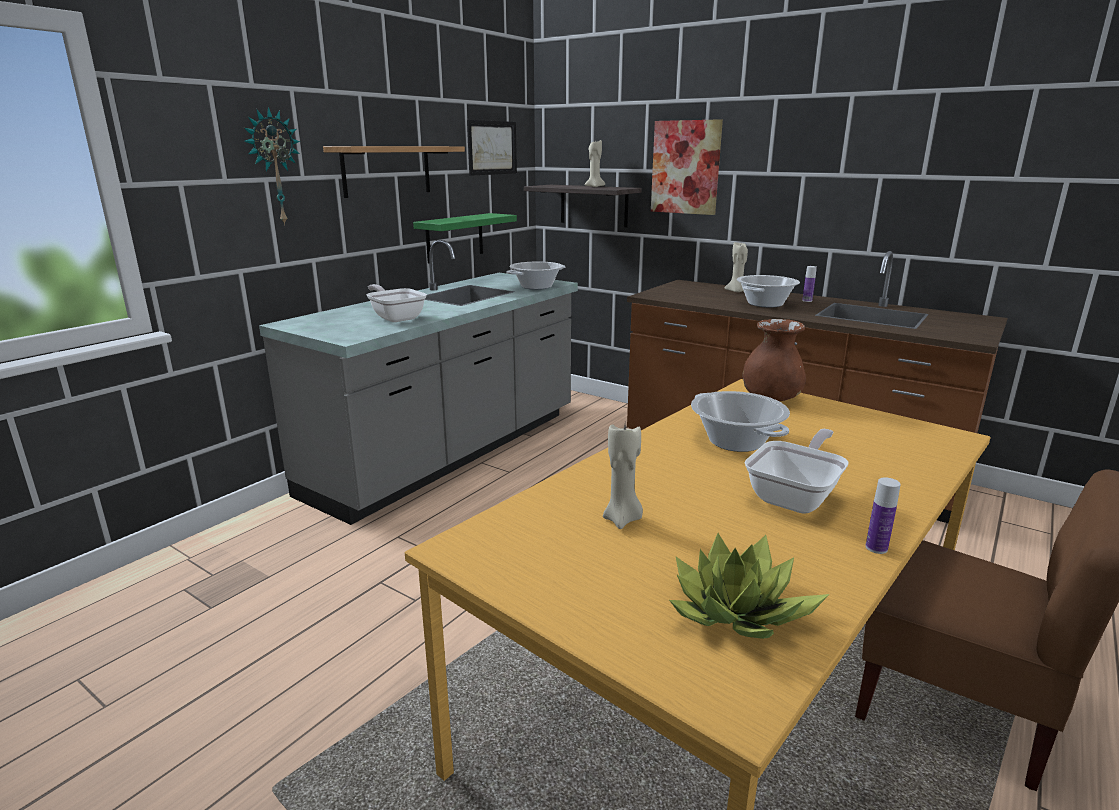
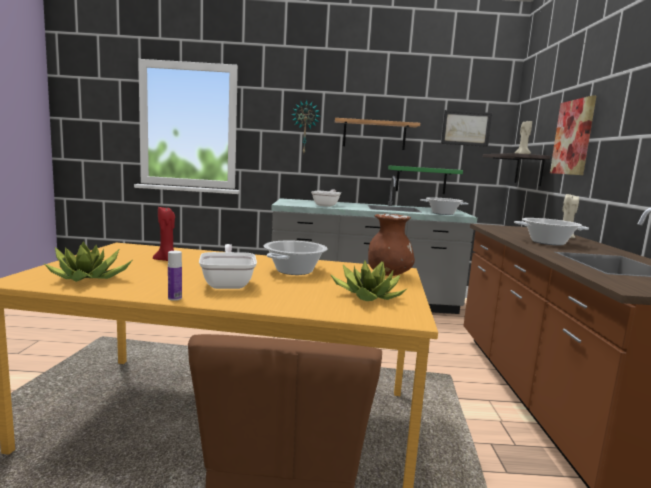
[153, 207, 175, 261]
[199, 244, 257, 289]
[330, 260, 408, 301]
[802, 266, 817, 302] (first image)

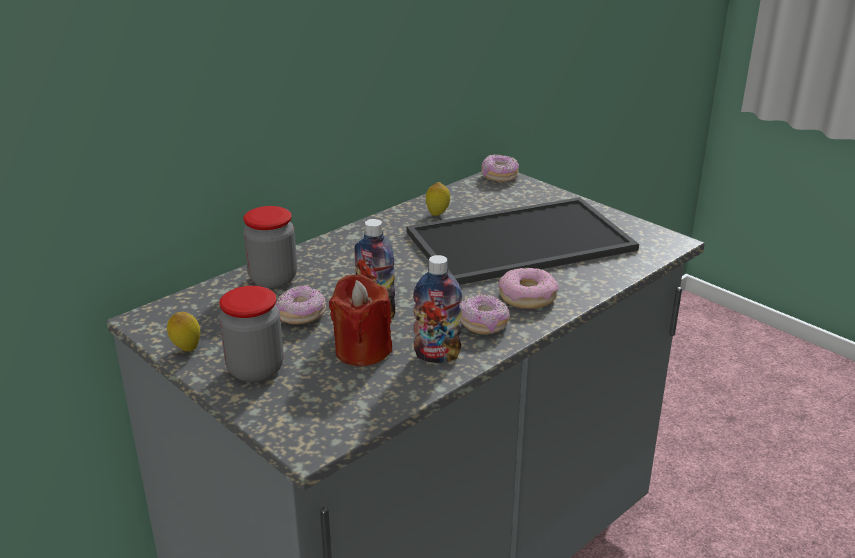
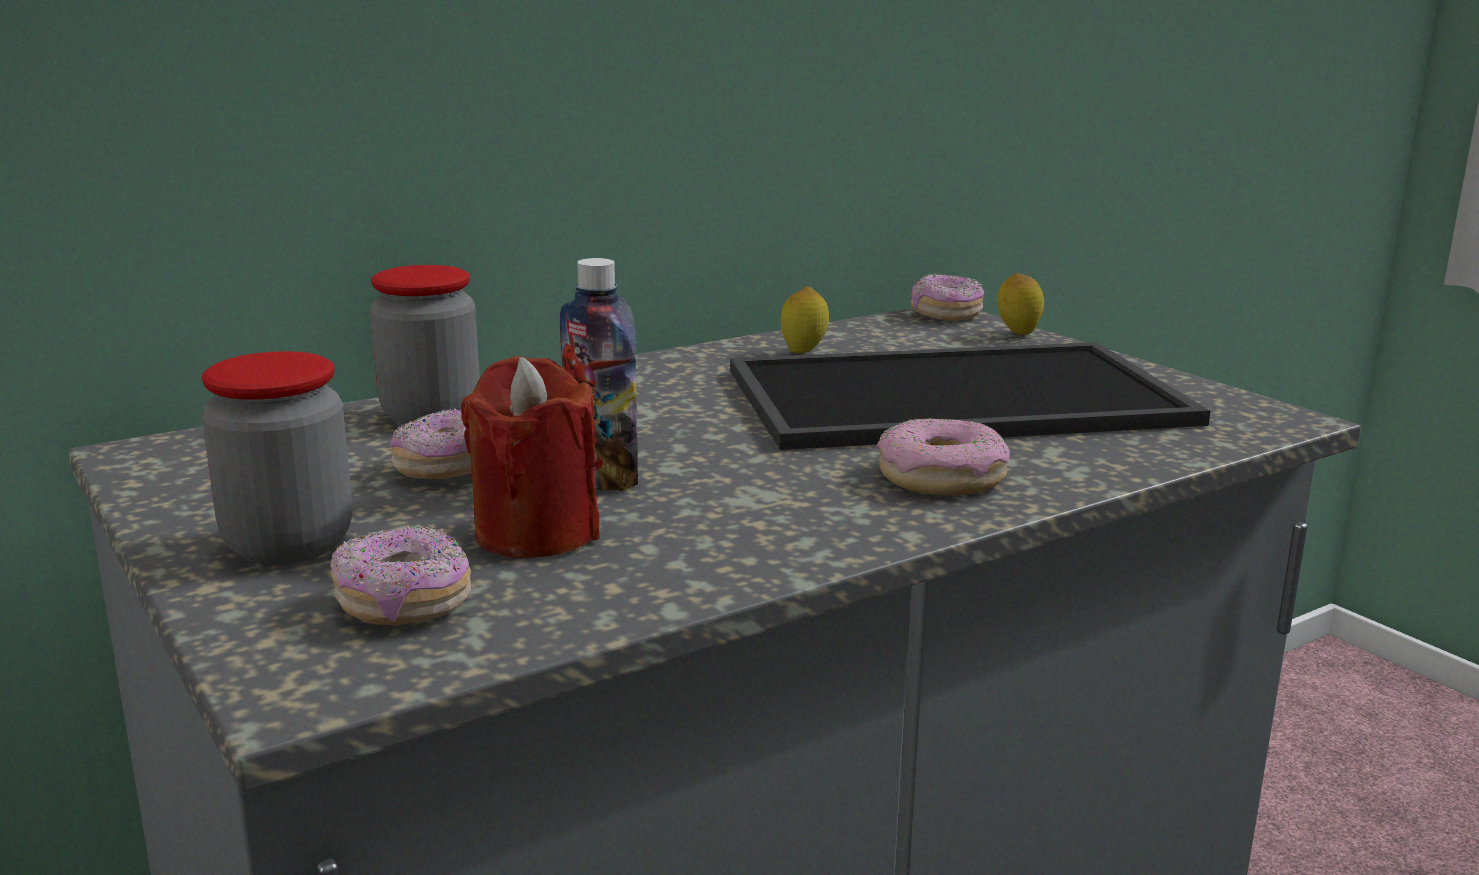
[330, 525, 471, 625]
[997, 273, 1044, 335]
[413, 255, 462, 363] (first image)

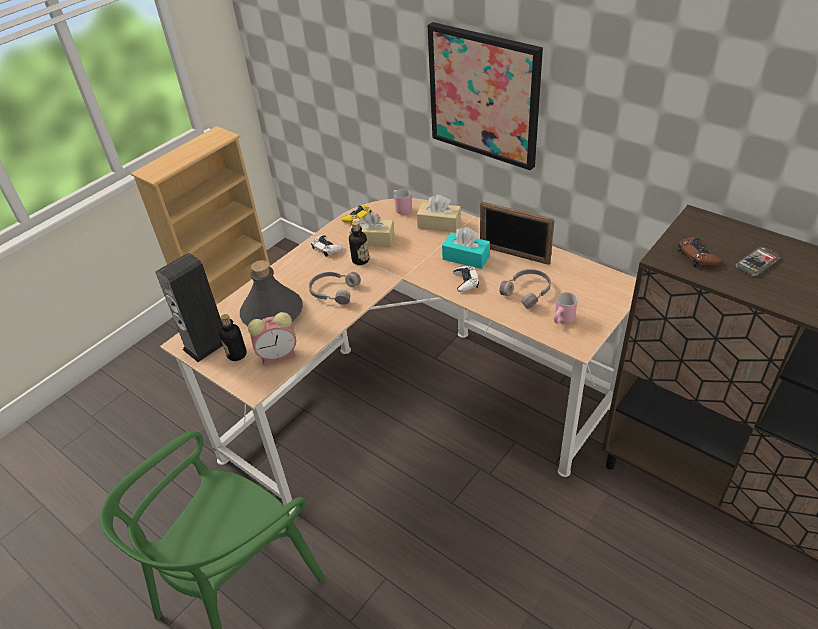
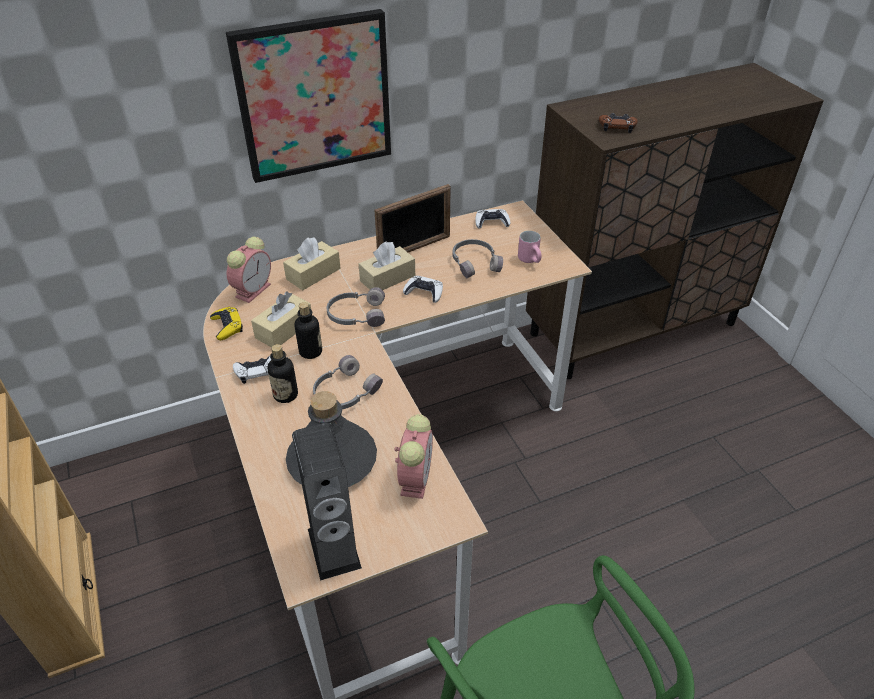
[227, 237, 271, 303]
[268, 344, 298, 403]
[326, 287, 385, 327]
[359, 242, 415, 290]
[475, 209, 510, 229]
[735, 247, 779, 276] (first image)

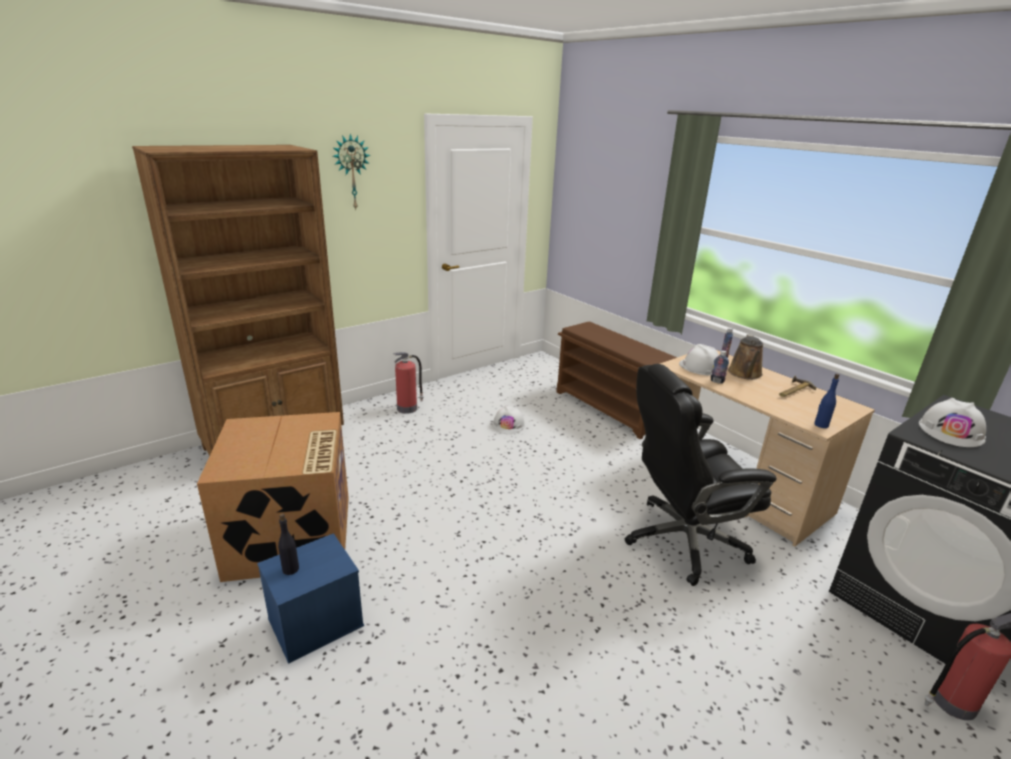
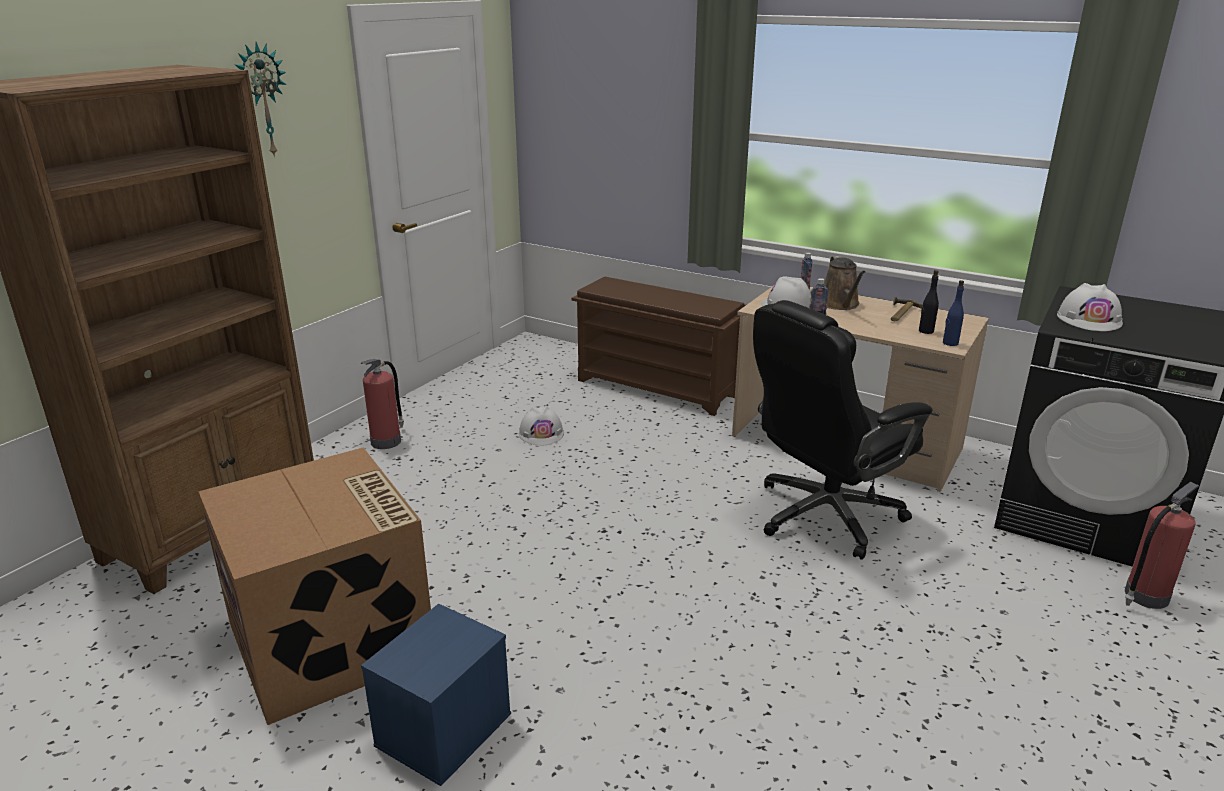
[919, 270, 939, 334]

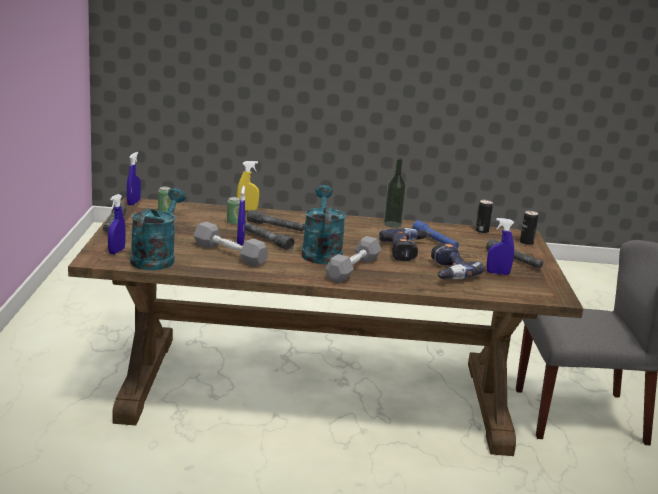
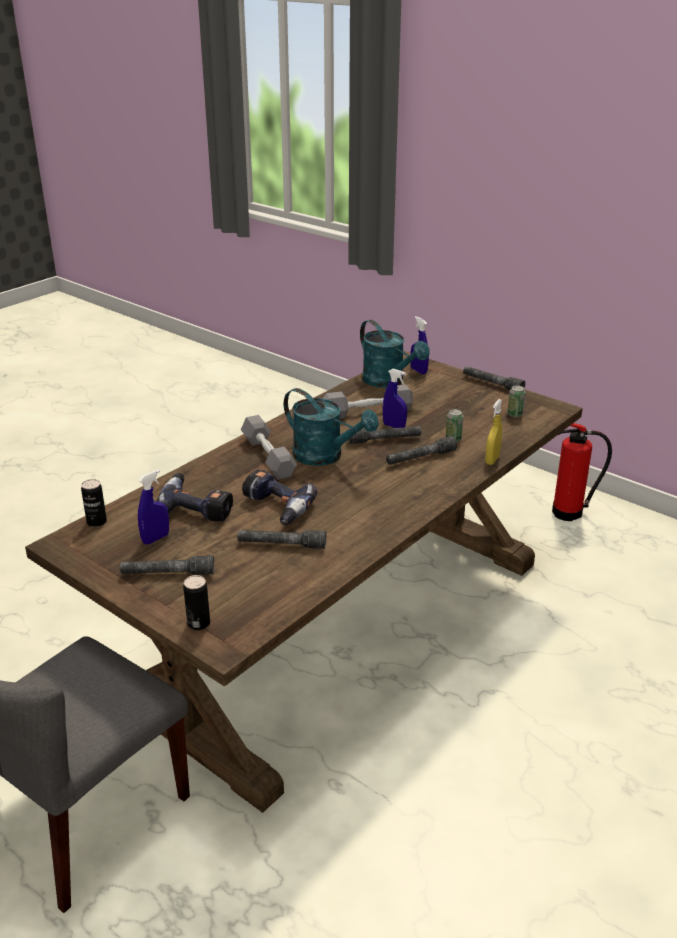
[81, 479, 107, 527]
[237, 530, 326, 549]
[552, 423, 612, 521]
[127, 152, 141, 205] (first image)
[384, 158, 406, 228] (first image)

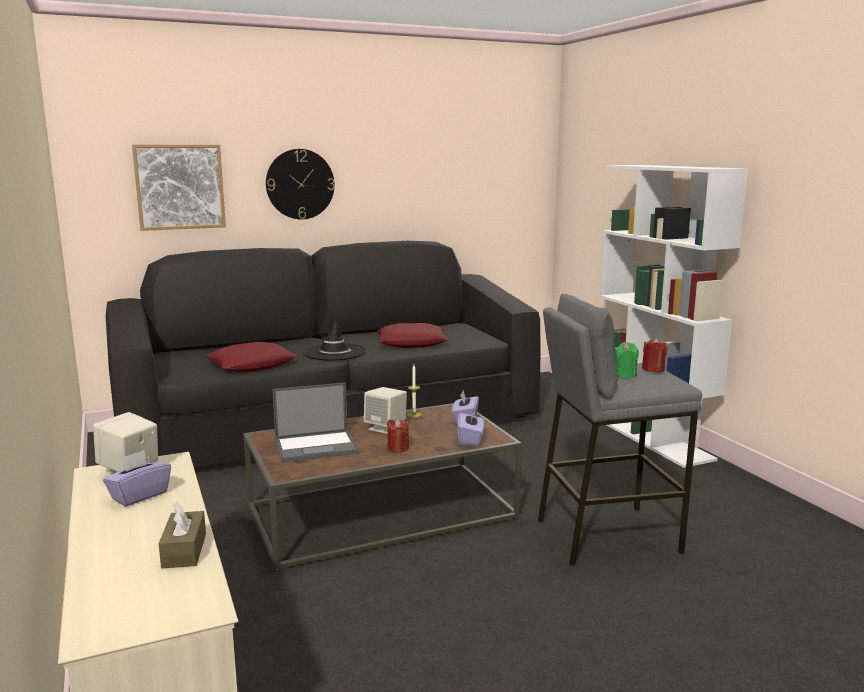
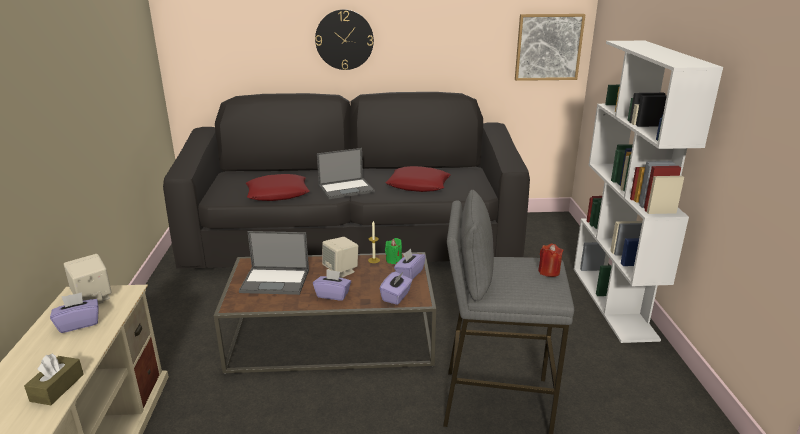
[313, 270, 351, 301]
[317, 148, 375, 199]
[385, 238, 402, 264]
[515, 14, 586, 81]

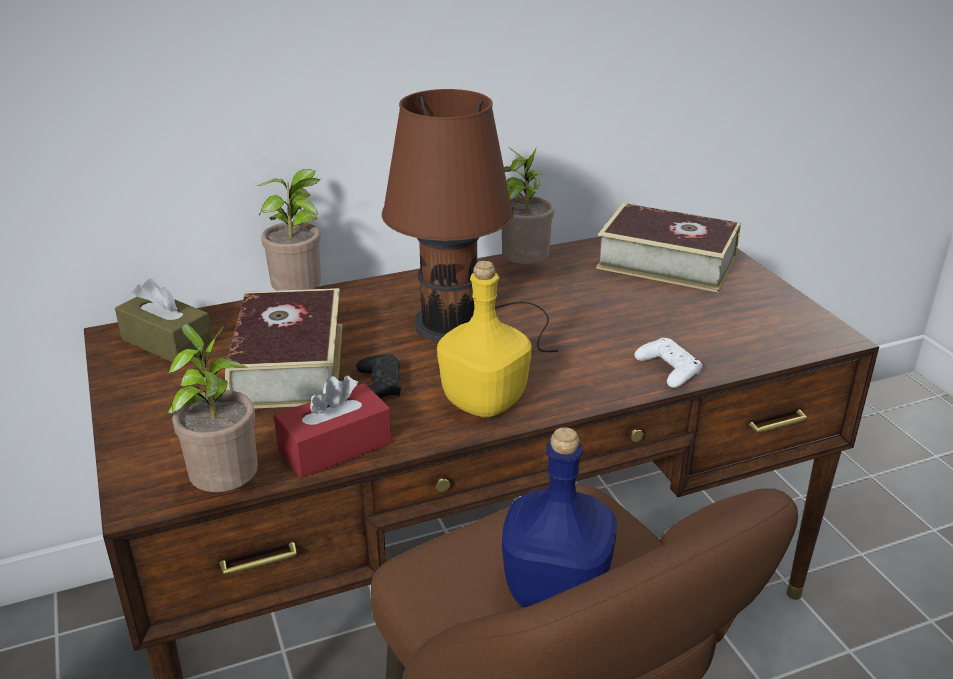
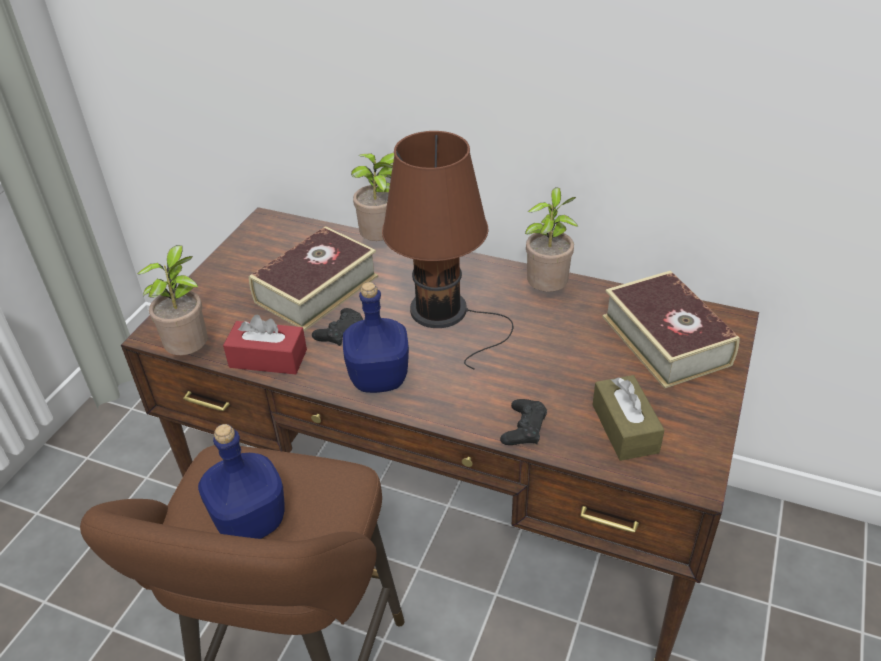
[343, 282, 409, 393]
[500, 399, 547, 445]
[593, 375, 664, 461]

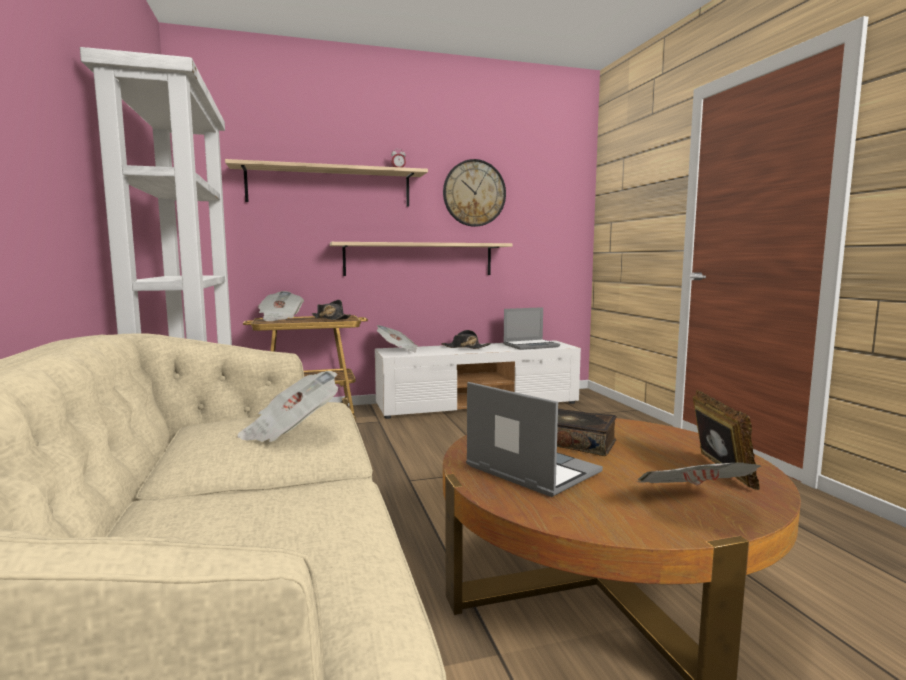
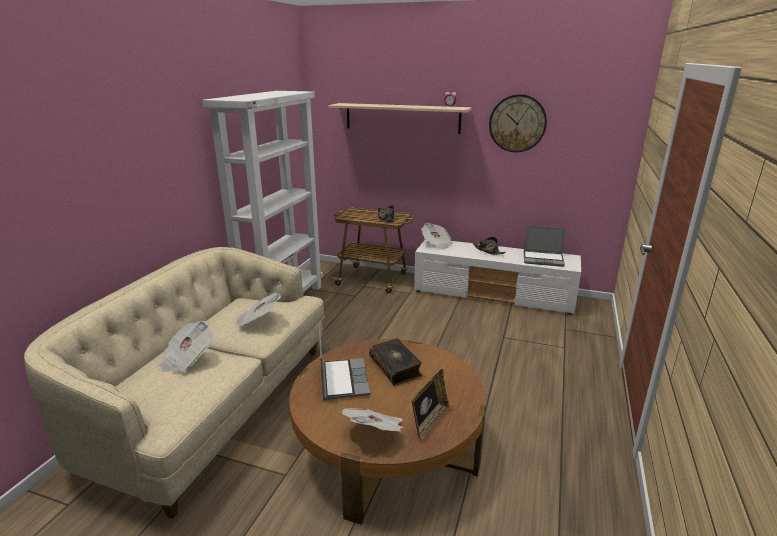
[157, 321, 213, 373]
[330, 242, 513, 276] (first image)

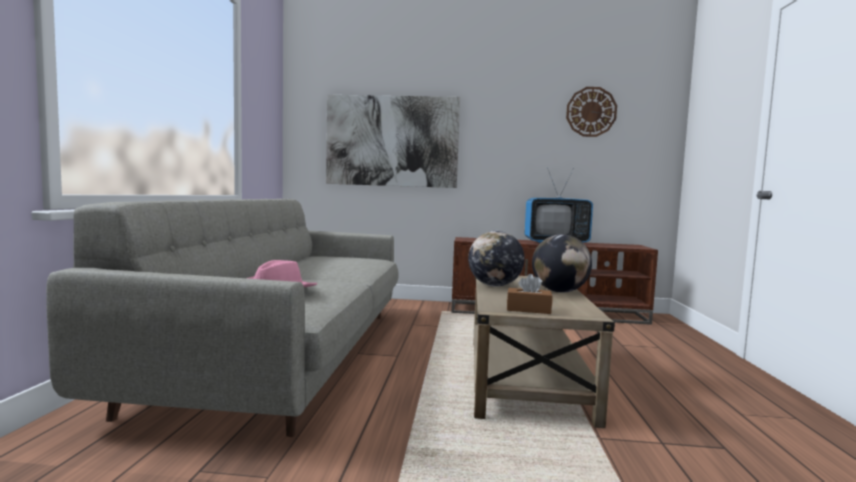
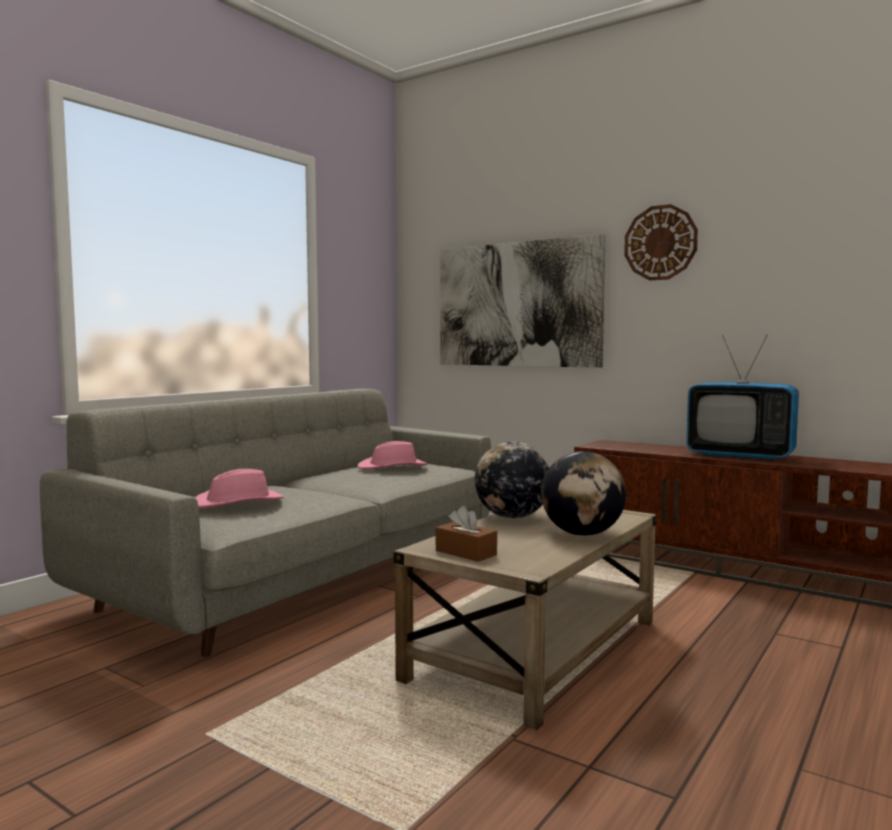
[358, 441, 428, 469]
[624, 204, 698, 281]

